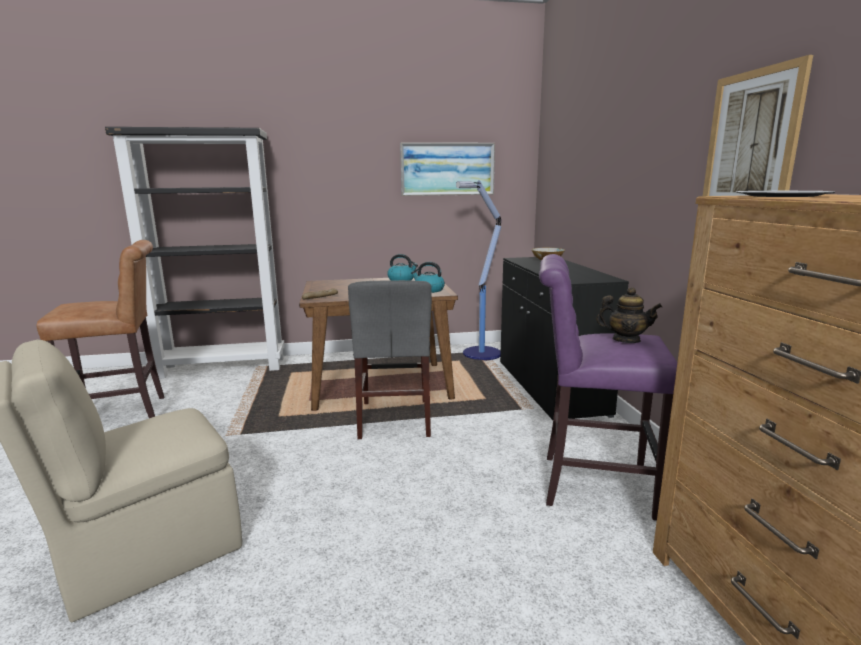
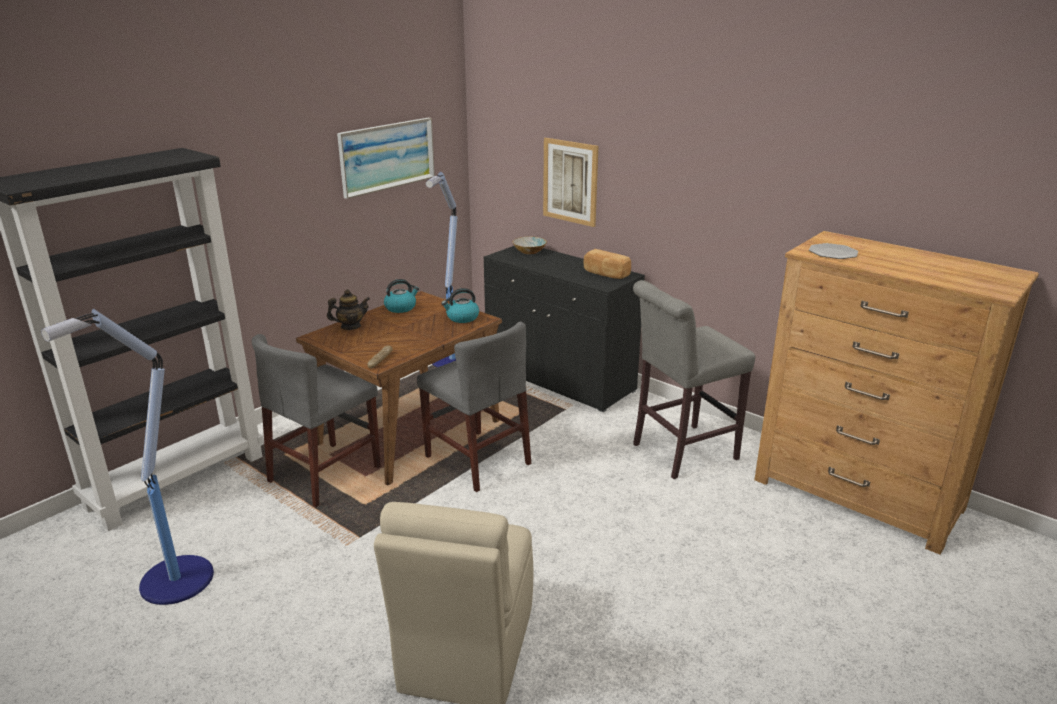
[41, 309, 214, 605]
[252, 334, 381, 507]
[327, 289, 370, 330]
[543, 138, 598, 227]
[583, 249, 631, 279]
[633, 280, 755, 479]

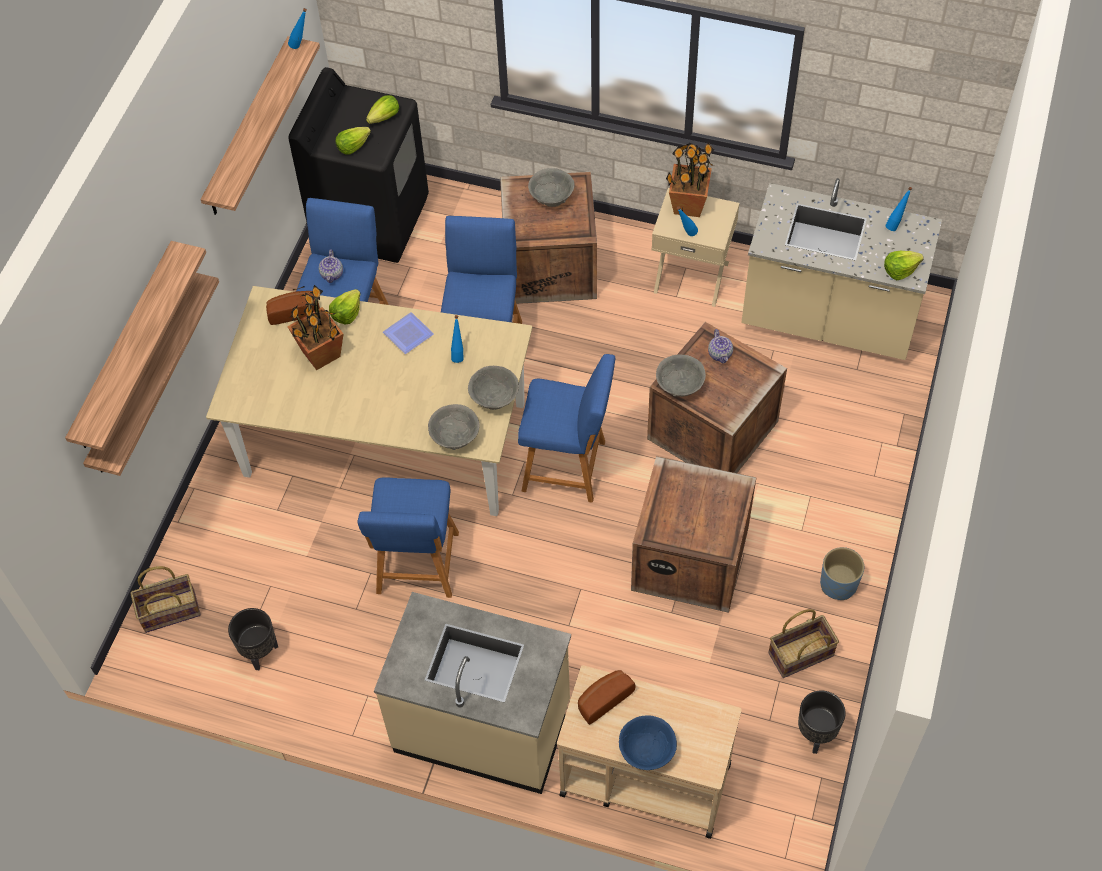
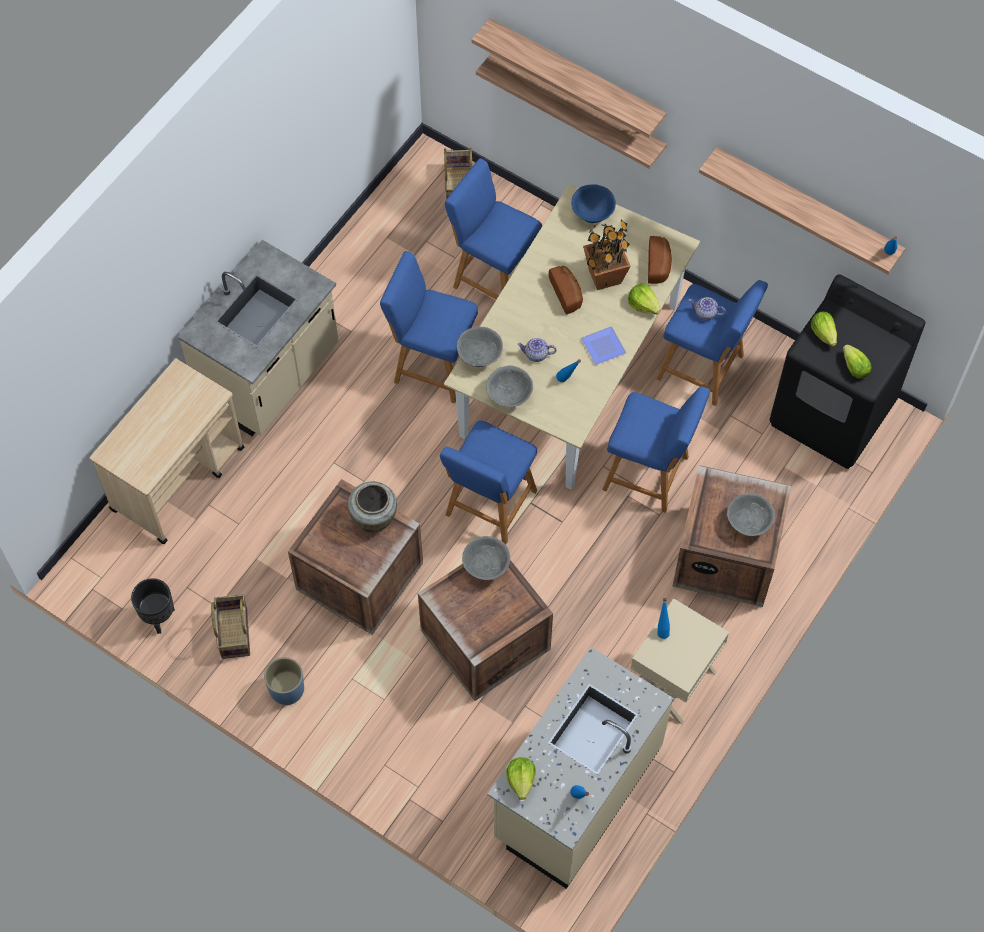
[348, 482, 397, 533]
[445, 158, 542, 299]
[517, 338, 556, 362]
[549, 266, 583, 315]
[571, 184, 616, 223]
[228, 608, 278, 670] (first image)
[666, 142, 714, 217] (first image)

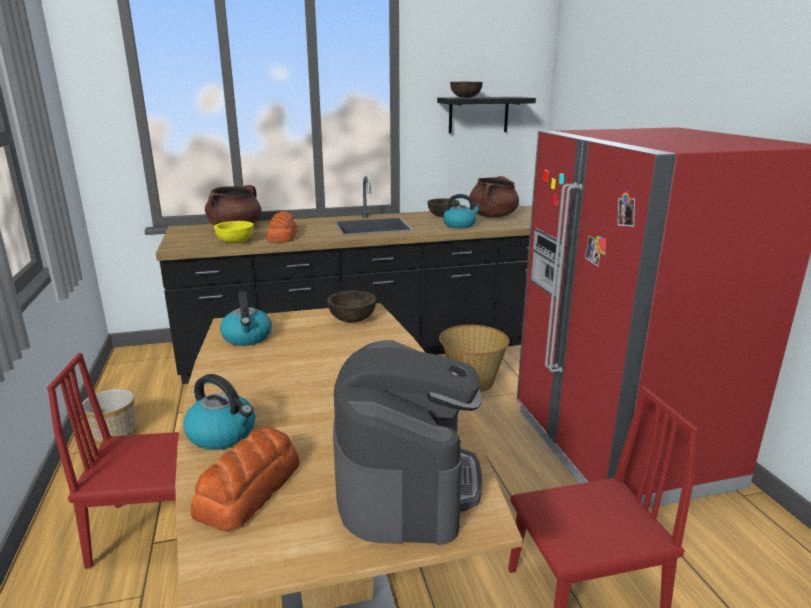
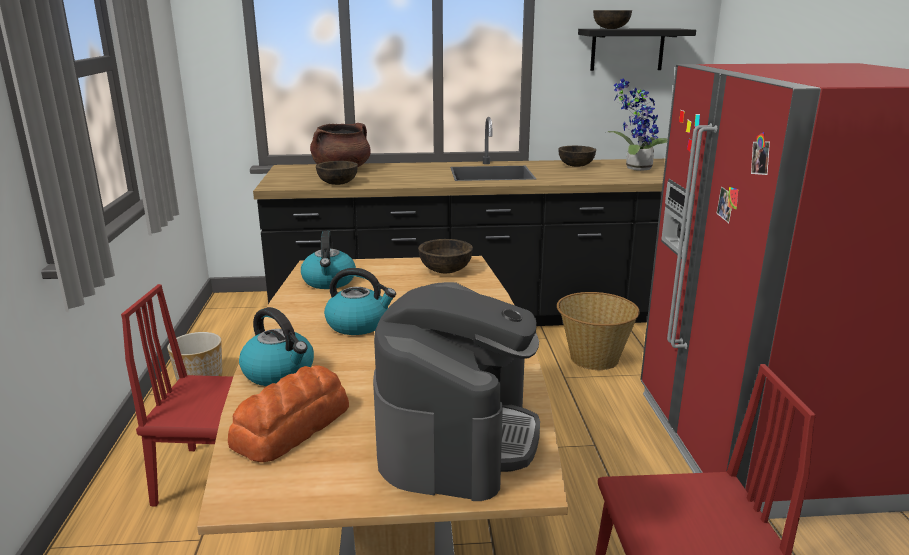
[316, 161, 358, 185]
[324, 268, 396, 335]
[608, 78, 668, 171]
[266, 211, 297, 243] (first image)

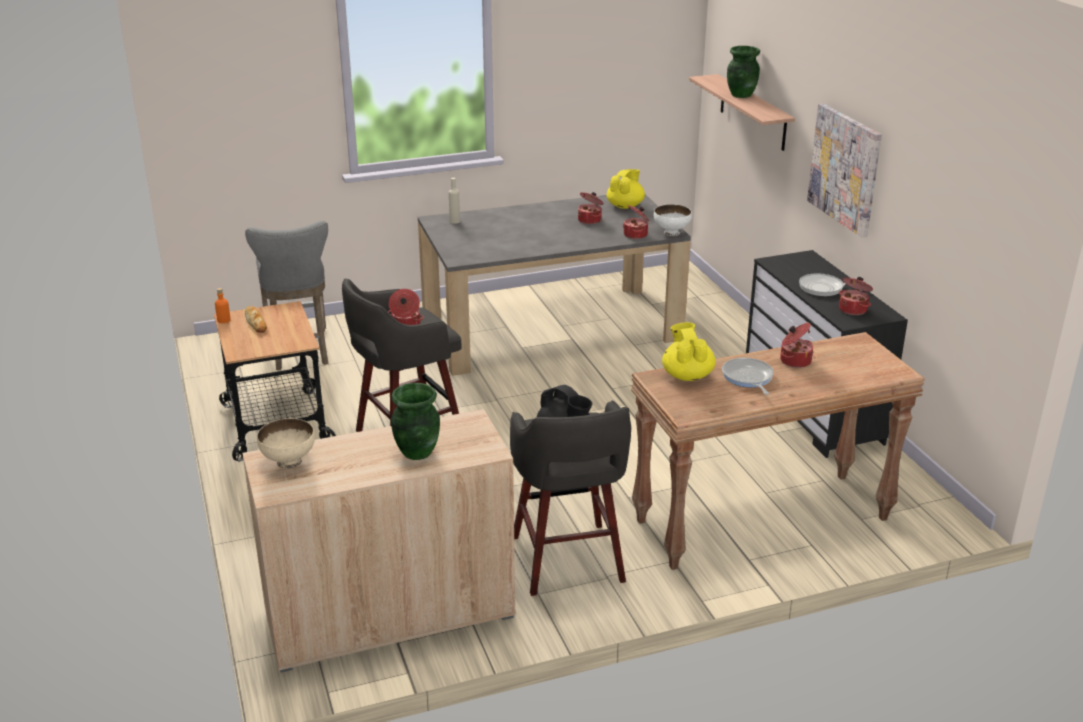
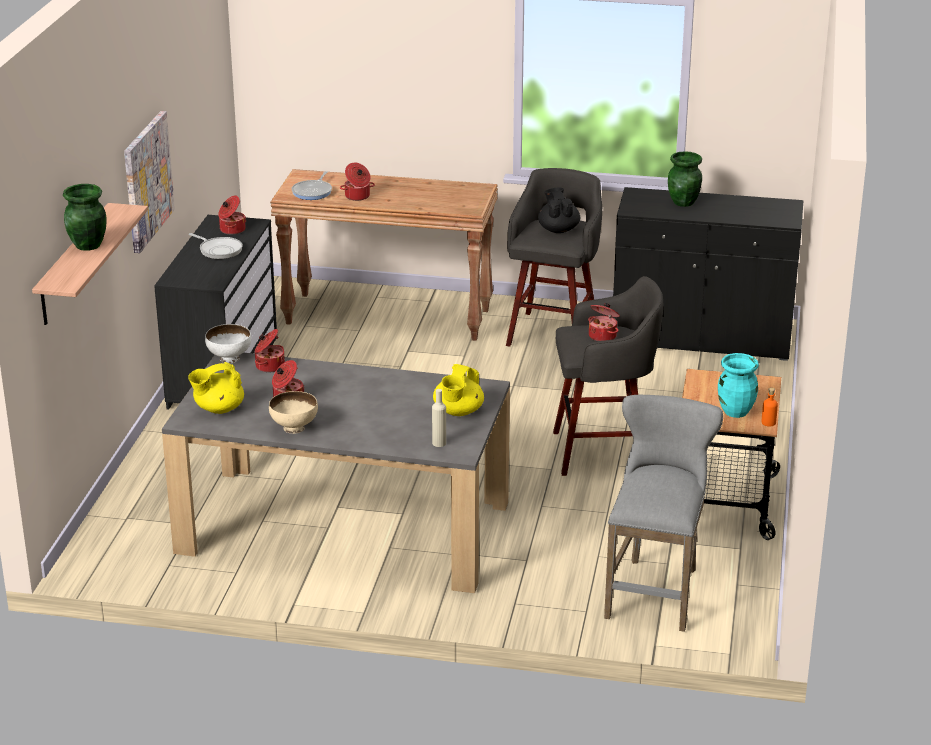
[269, 391, 318, 434]
[292, 171, 332, 200]
[433, 364, 484, 416]
[613, 187, 803, 361]
[718, 353, 759, 418]

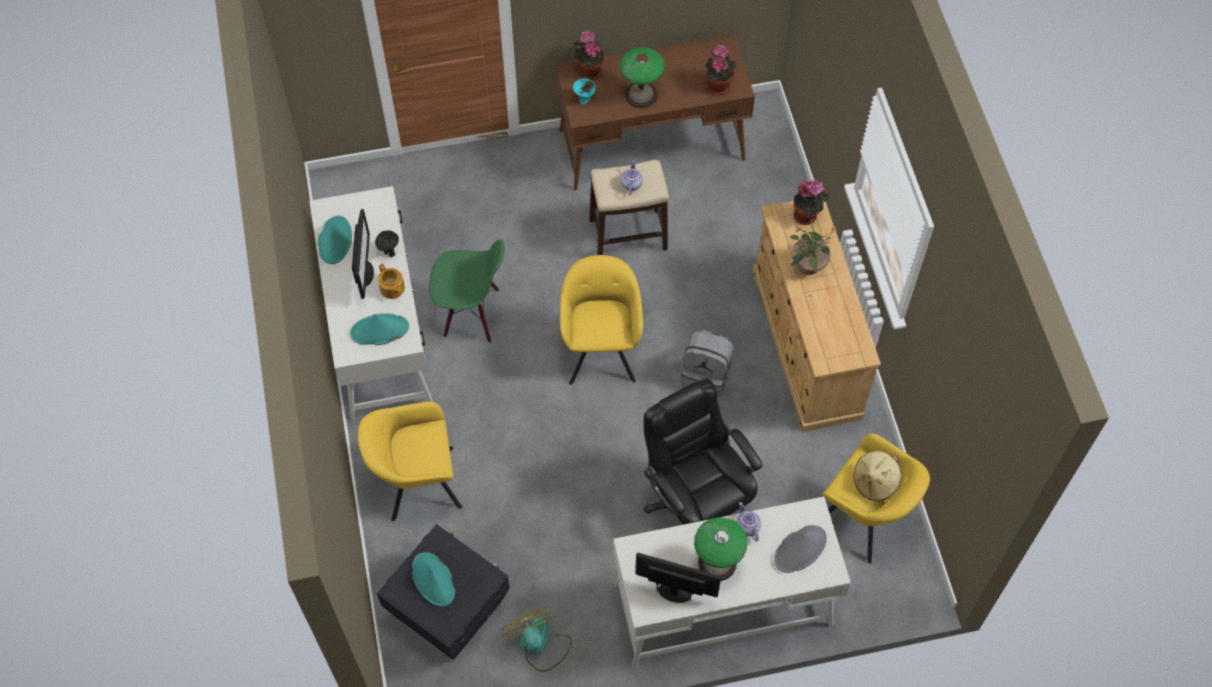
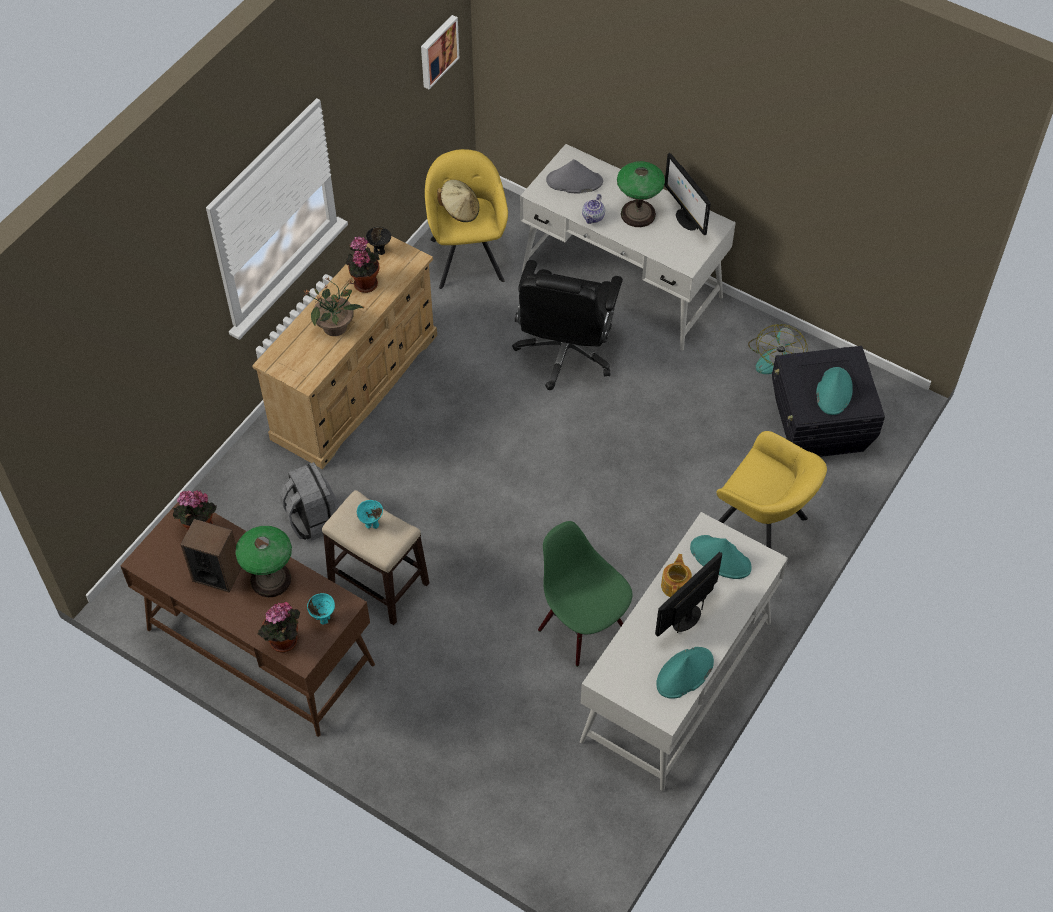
[180, 519, 242, 593]
[280, 462, 340, 540]
[345, 237, 379, 293]
[357, 500, 383, 529]
[366, 227, 391, 255]
[421, 15, 459, 89]
[560, 255, 643, 385] (first image)

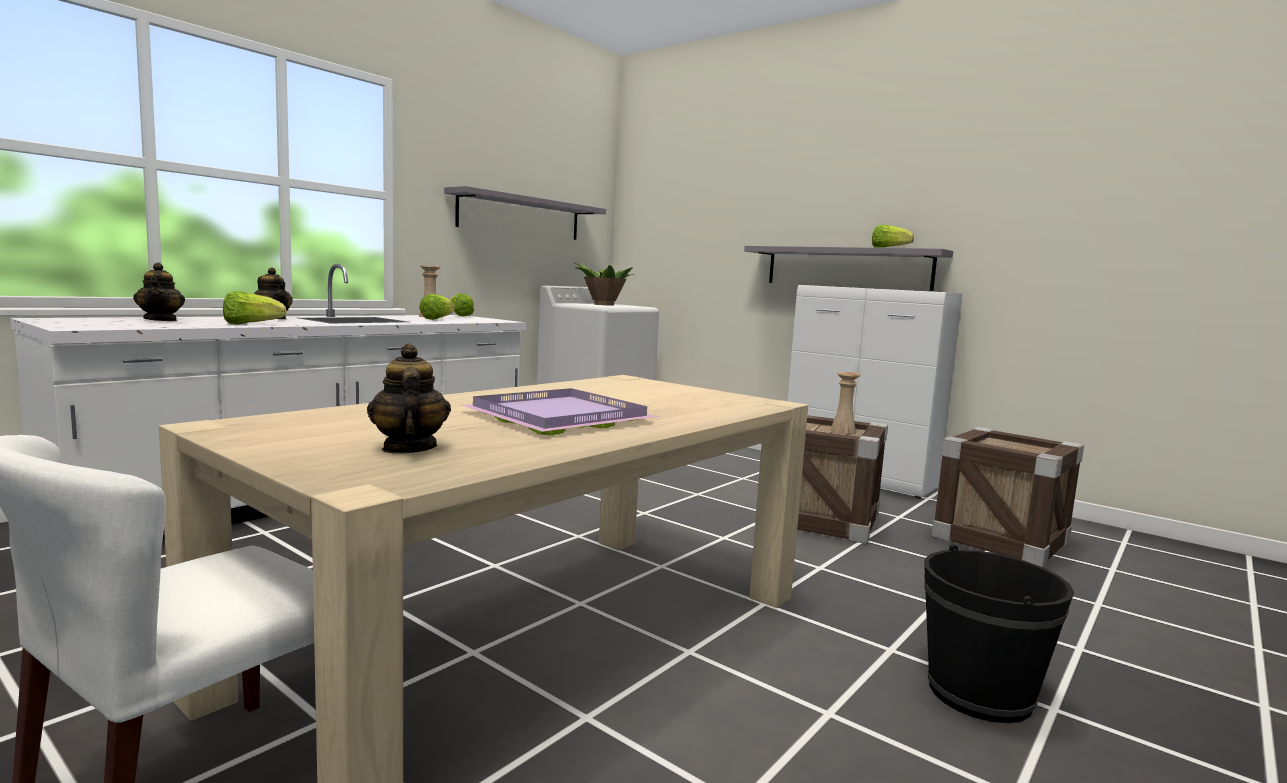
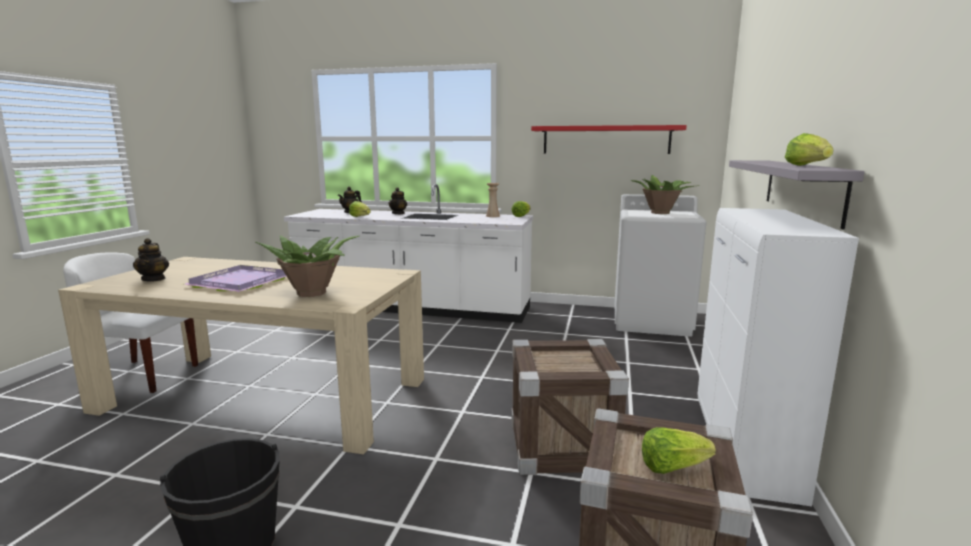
[133, 238, 169, 281]
[256, 235, 359, 297]
[531, 125, 687, 154]
[642, 427, 716, 474]
[830, 372, 861, 434] (first image)

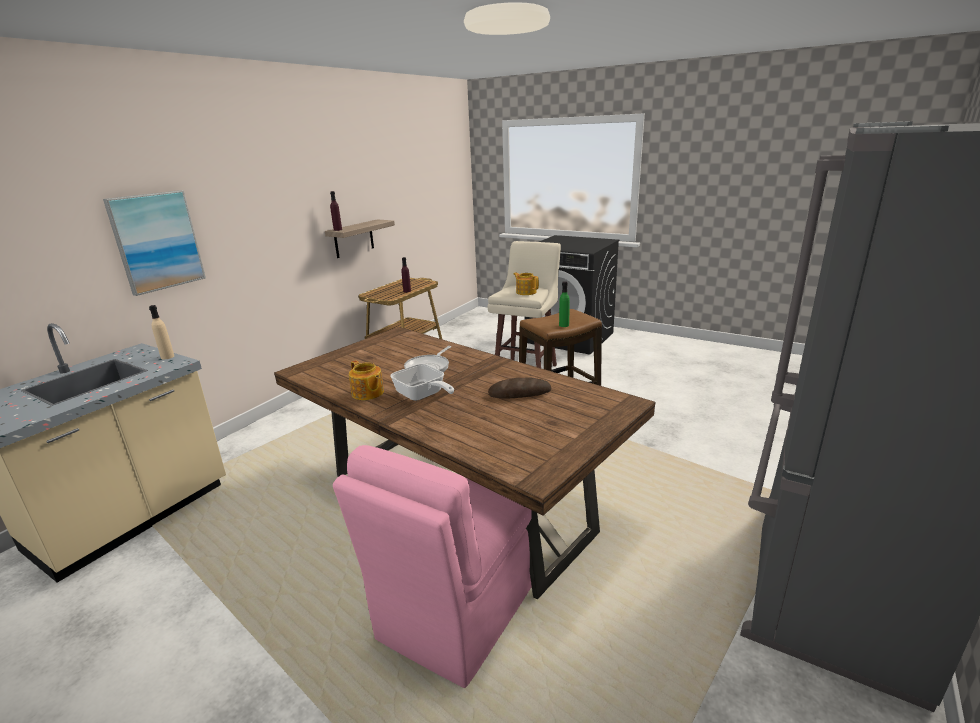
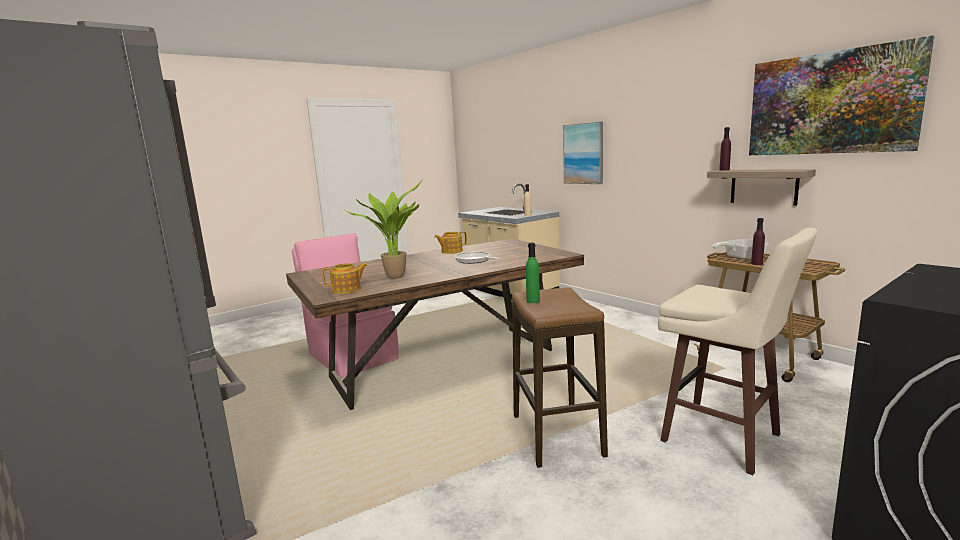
[322, 263, 367, 294]
[345, 180, 422, 279]
[712, 239, 769, 260]
[749, 36, 934, 155]

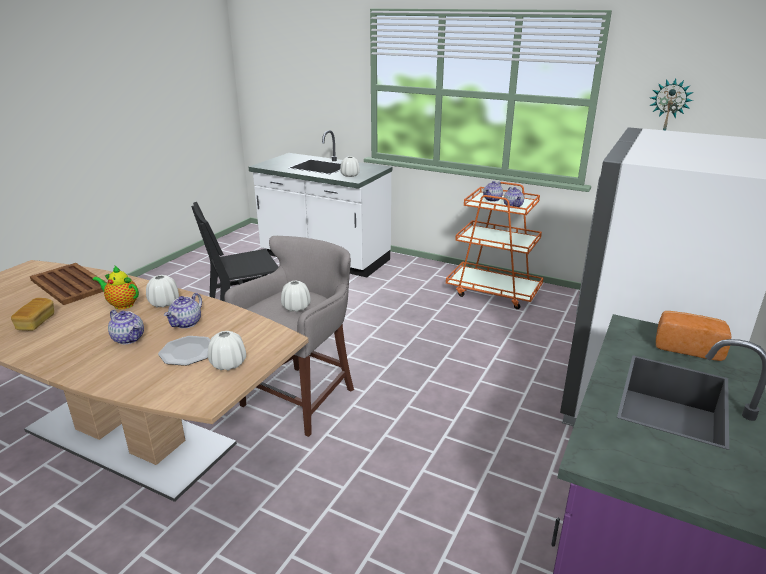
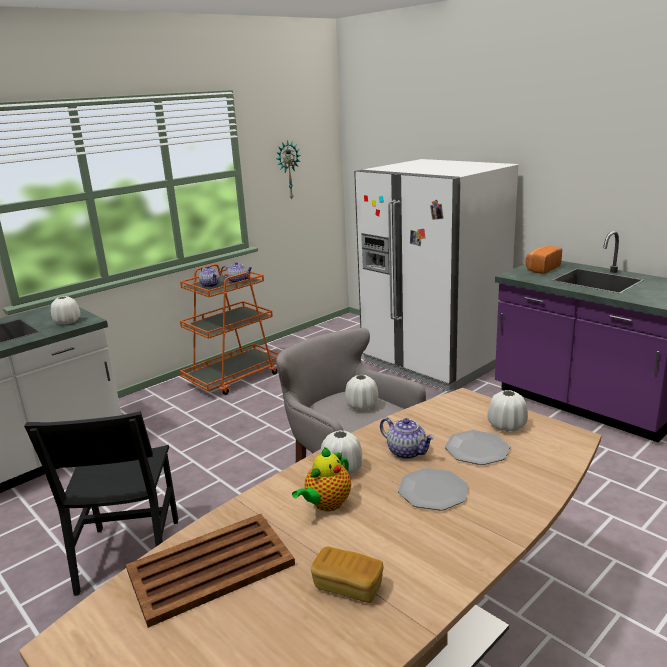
[398, 468, 468, 511]

